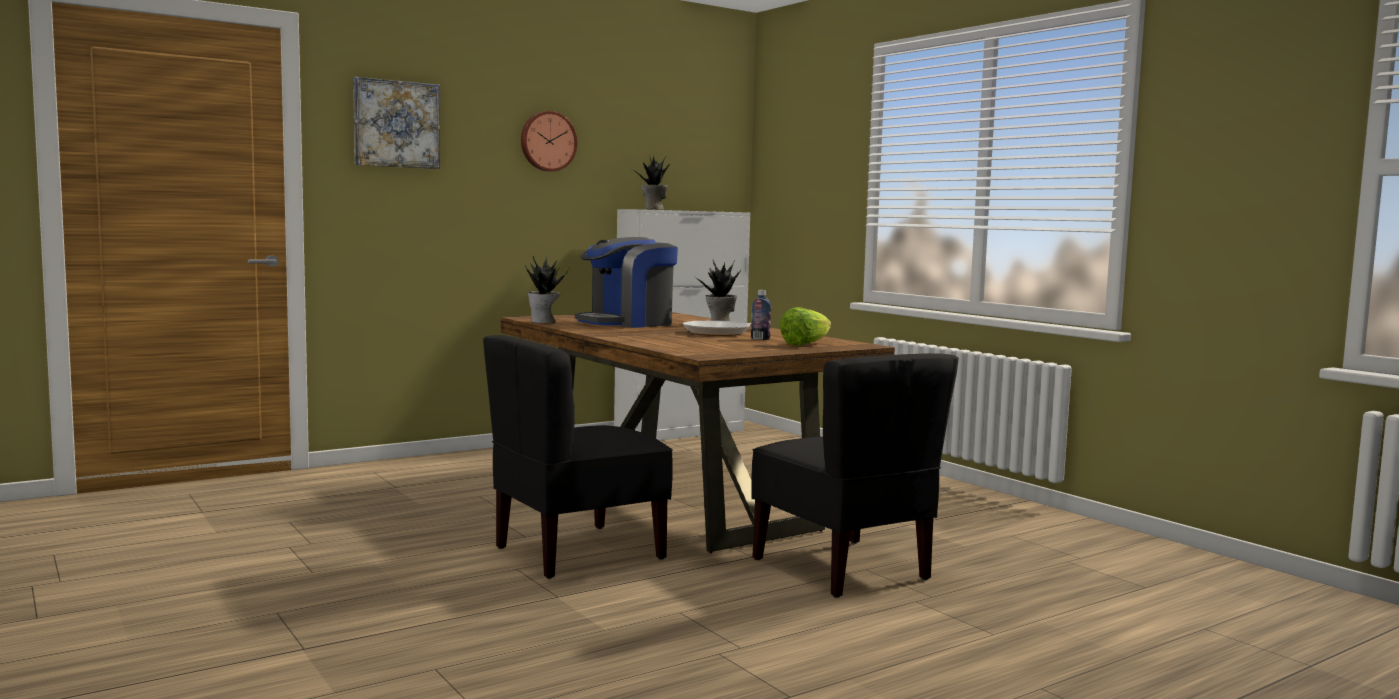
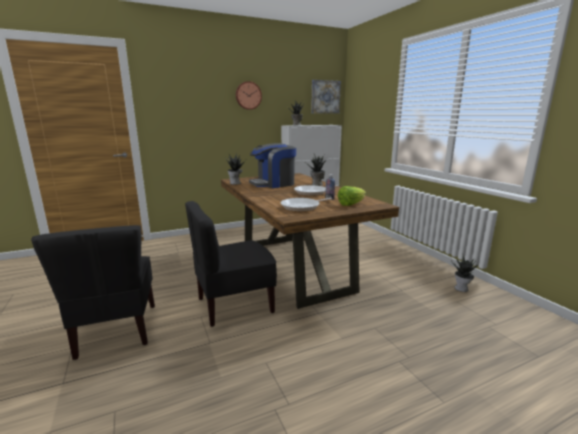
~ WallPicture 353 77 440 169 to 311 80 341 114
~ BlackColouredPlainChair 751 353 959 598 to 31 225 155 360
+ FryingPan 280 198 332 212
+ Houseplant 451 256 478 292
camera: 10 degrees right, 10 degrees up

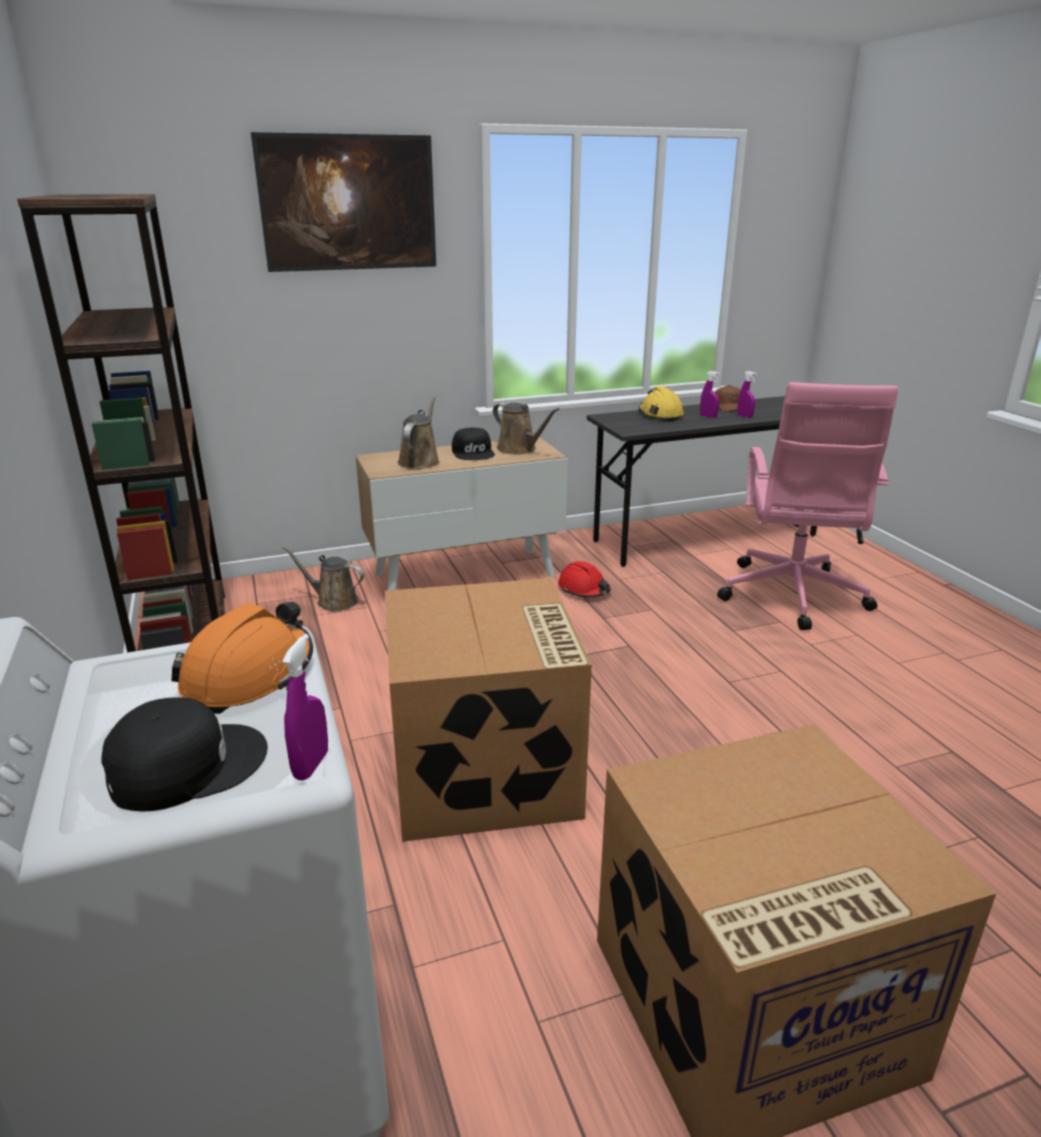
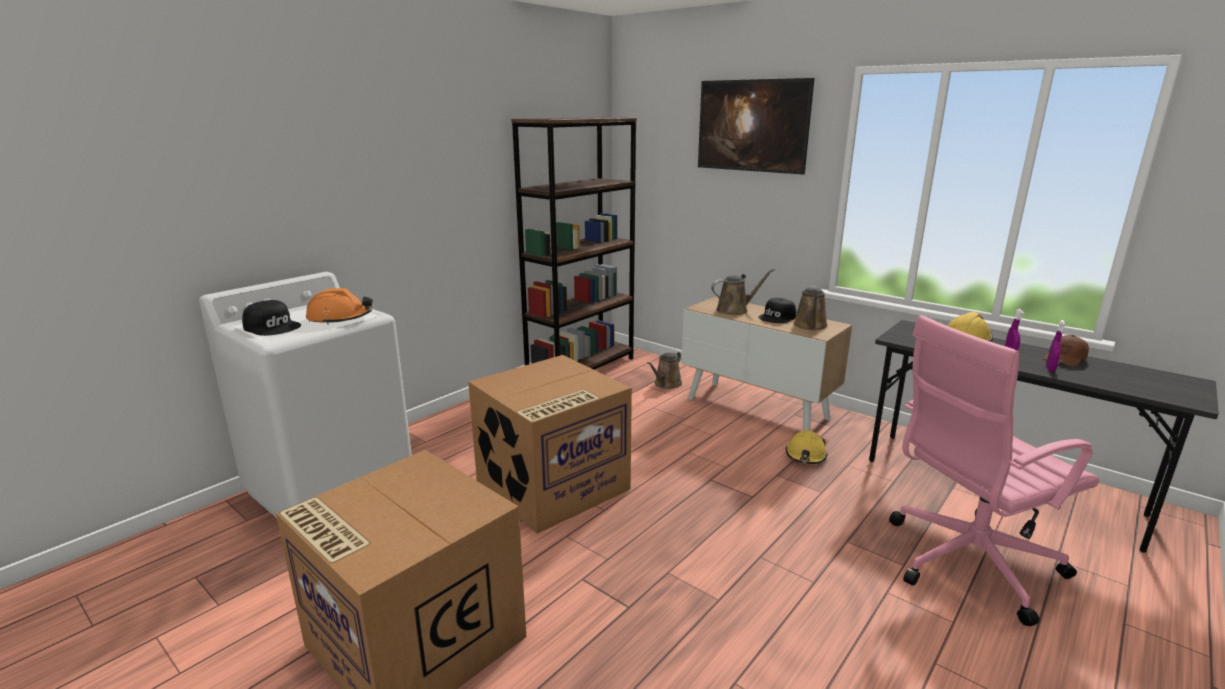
~ BrownColouredWateringCan 282 545 364 611 = 647 351 682 389 135 degrees counterclockwise
- PurpleHandSprayer 282 634 328 781
~ RedColouredSafetyHelmet 558 561 611 597 to YellowSafetyHelmet 786 430 828 464
camera: 60 degrees right, 5 degrees down

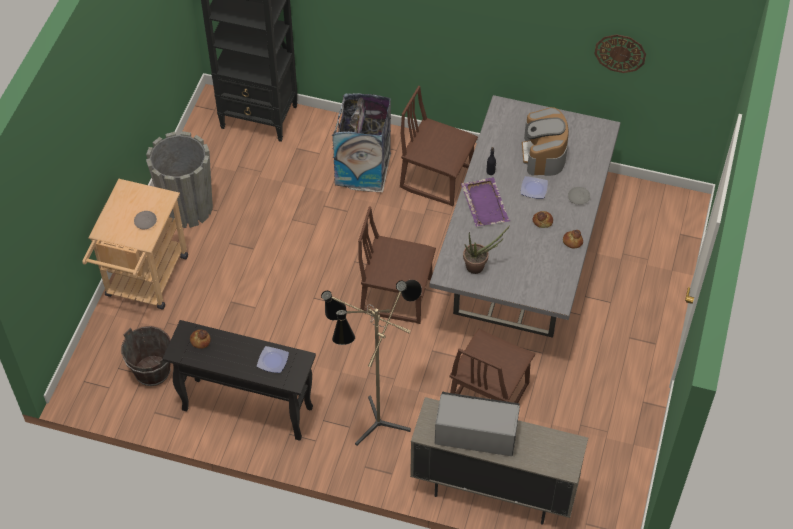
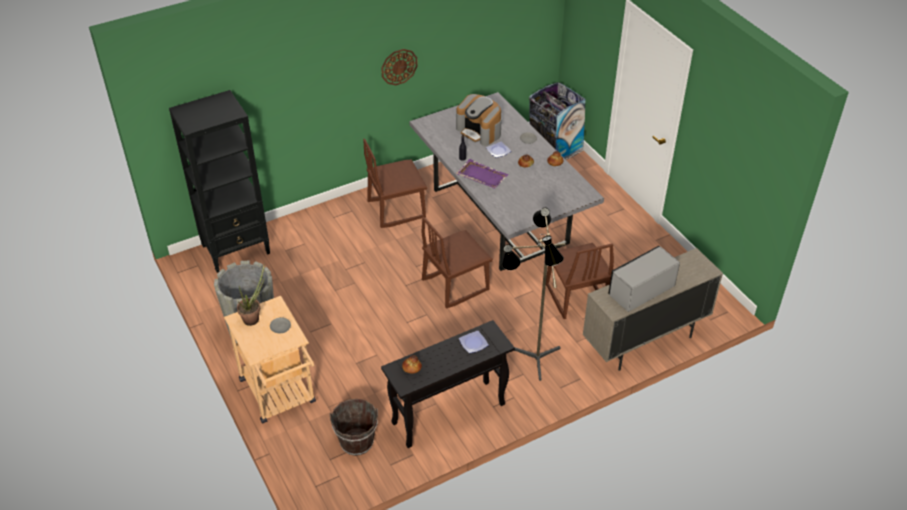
~ WasteBin 332 93 391 192 to 529 82 586 160
~ Houseplant 463 225 510 274 to 237 263 265 326
~ WallClock 595 34 646 73 to 381 49 418 85
camera: 45 degrees left, 10 degrees down

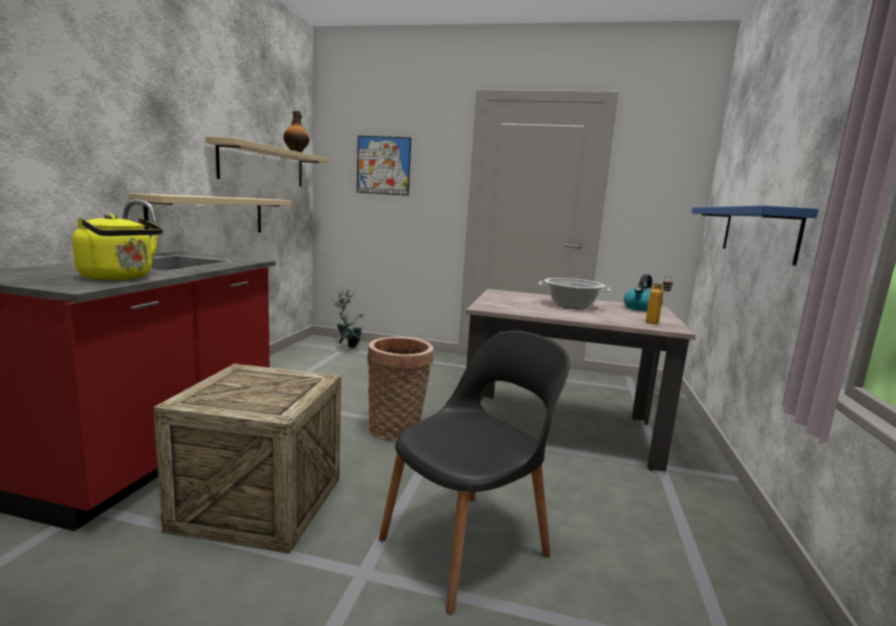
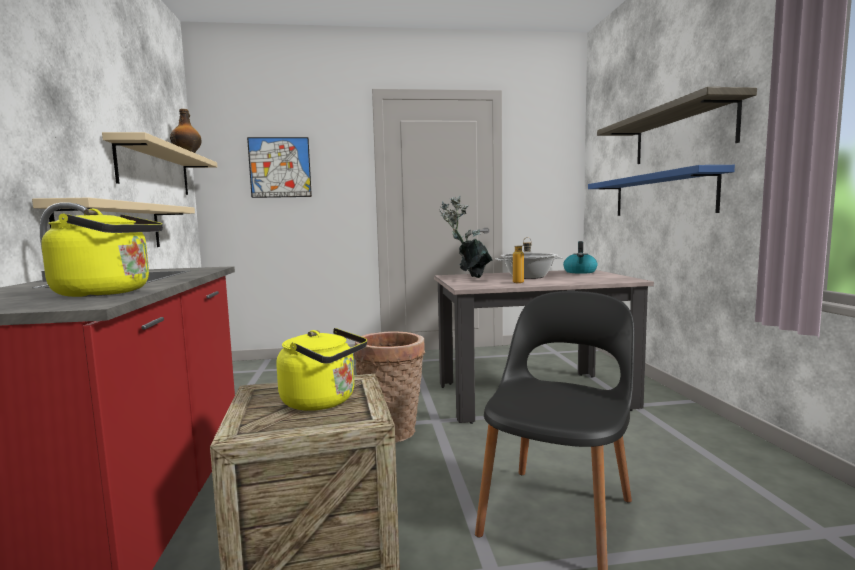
~ Houseplant 332 288 364 349 to 440 196 492 278
~ DrinkBottle 646 276 673 324 to 513 237 532 283
+ YellowKettle 277 328 367 411
+ WallShelf 597 87 757 164
camera: 20 degrees left, 5 degrees down

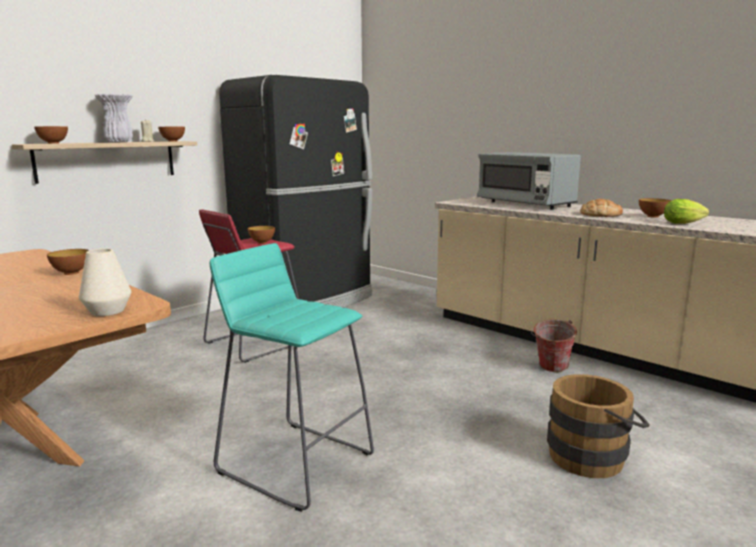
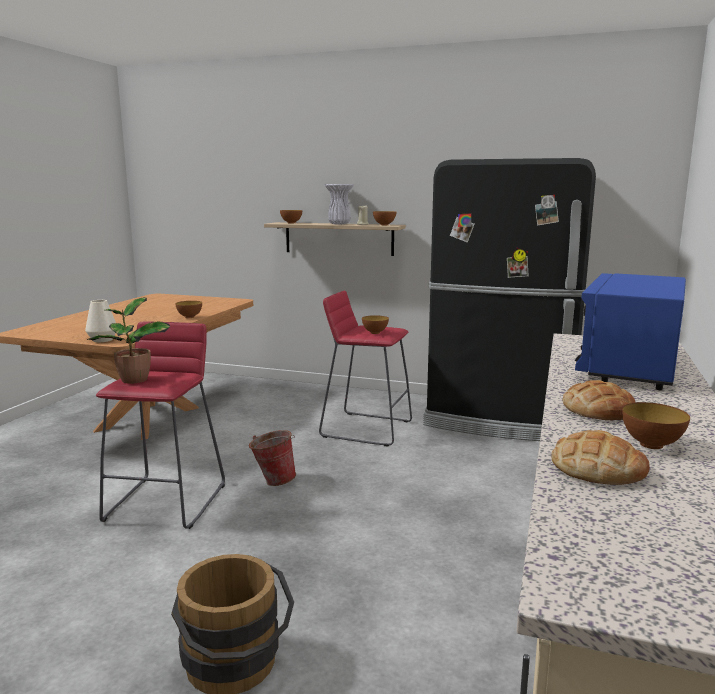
~ TurquoiseStool 210 243 374 512 to RedColouredStool 96 322 225 529
~ GrayMicrowaveOven 477 152 581 210 to BluishMicrowaveOven 575 273 686 390
~ Bucket 531 319 577 372 to 249 430 296 486
~ Lettuce 664 199 709 224 to Bread 551 430 650 485
+ Houseplant 87 297 171 384
camera: 65 degrees right, 0 degrees up

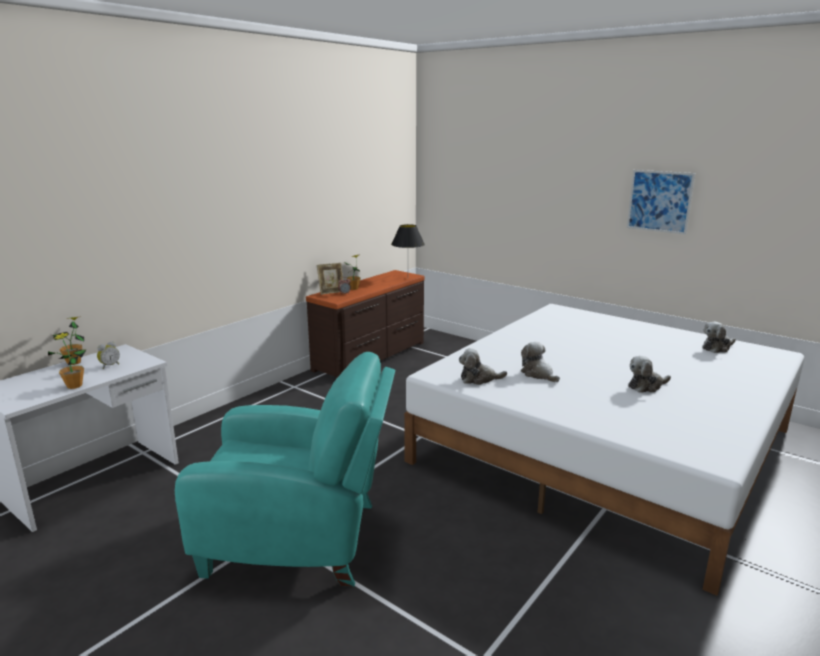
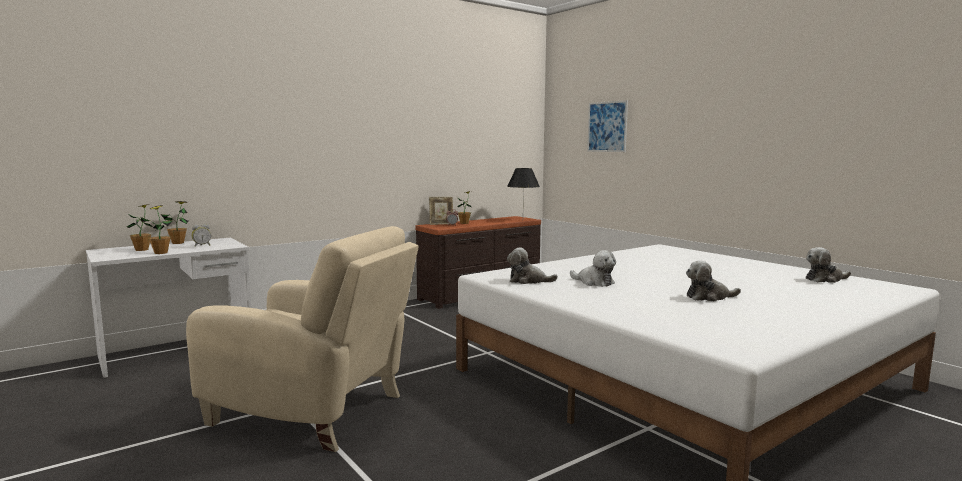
~ TurquoiseEasyChair 175 352 395 587 to BeigeEasyChair 186 226 419 452
~ PlushToy 521 342 560 382 = 570 250 616 287 150 degrees clockwise
~ WallPicture 627 170 695 235 to 587 100 628 152
+ Houseplant 127 204 152 251
camera: 15 degrees right, 10 degrees down

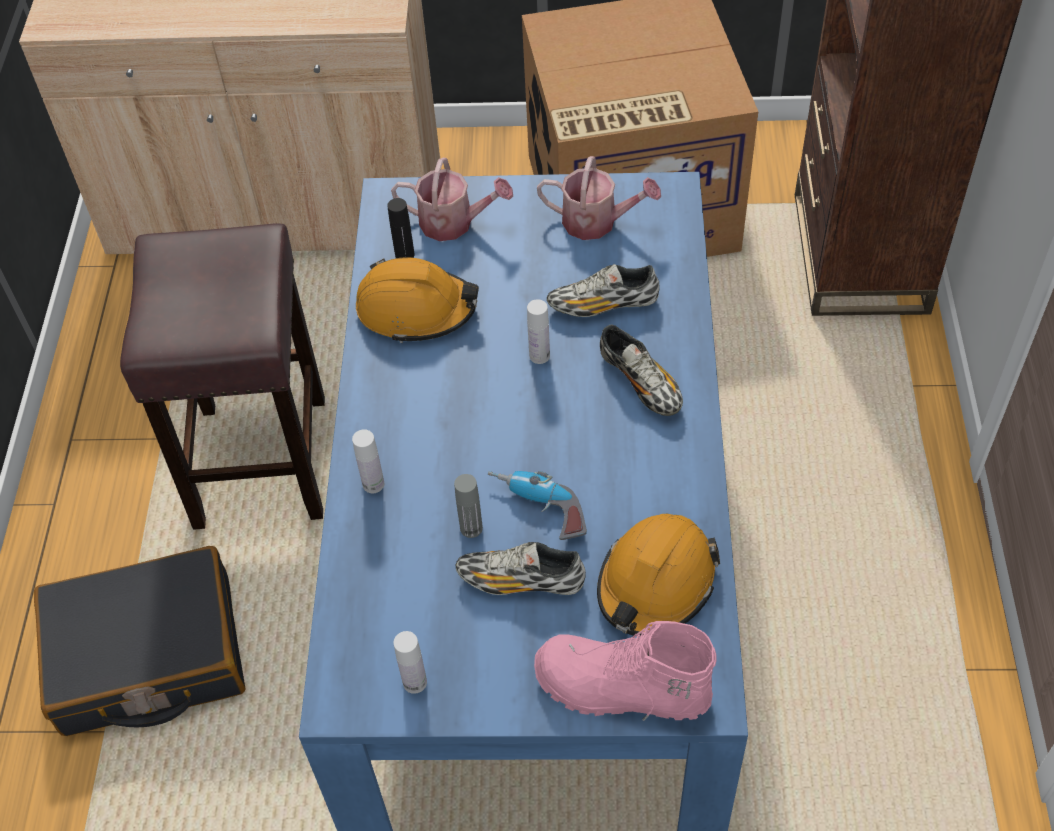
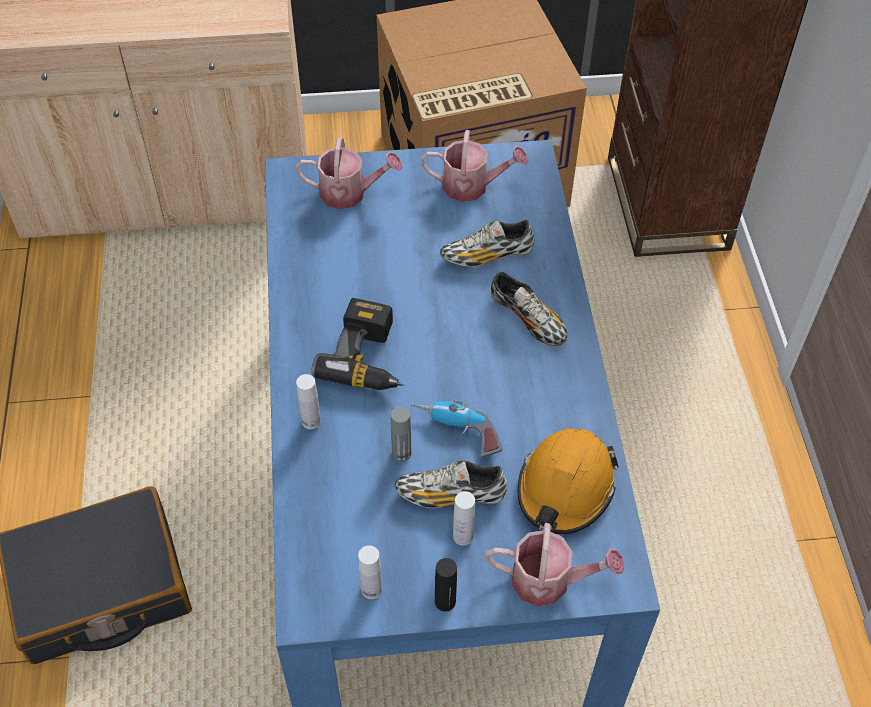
- BrownColouredStool 120 224 325 530
- OrangeSafetyHelmet 356 257 479 343
~ BlackColouredDrinkBottle 387 198 415 258 to 435 558 457 612
~ WhiteColouredDrinkBottle 527 299 550 364 to 453 491 475 546
~ PinkishTallBoot 534 621 717 721 to WateringCan 486 523 625 606
+ Drill 312 298 404 390
camera: 10 degrees left, 0 degrees up

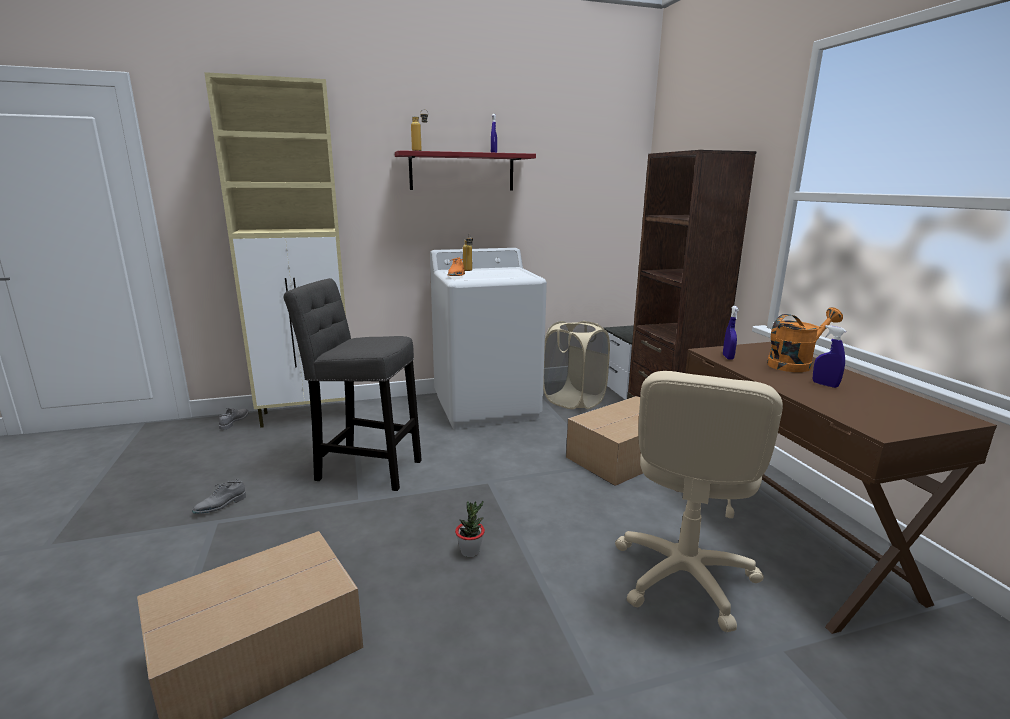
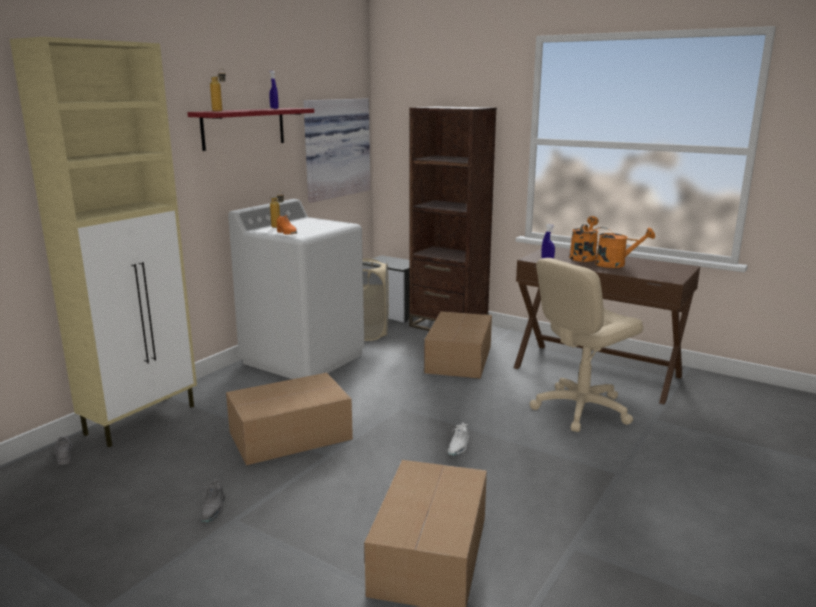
~ GrayStool 284 278 422 491 to CardboardBox 226 373 353 465
~ Houseplant 455 501 485 557 to WhiteColouredItemOfFootwear 448 422 469 456
~ BeigeOfficeChair 615 371 783 632 = 529 258 643 432 75 degrees clockwise
~ BluishHandSprayer 813 325 846 388 to OrangeWateringCan 590 227 655 268
+ WallPicture 304 99 370 203
camera: 40 degrees left, 0 degrees up

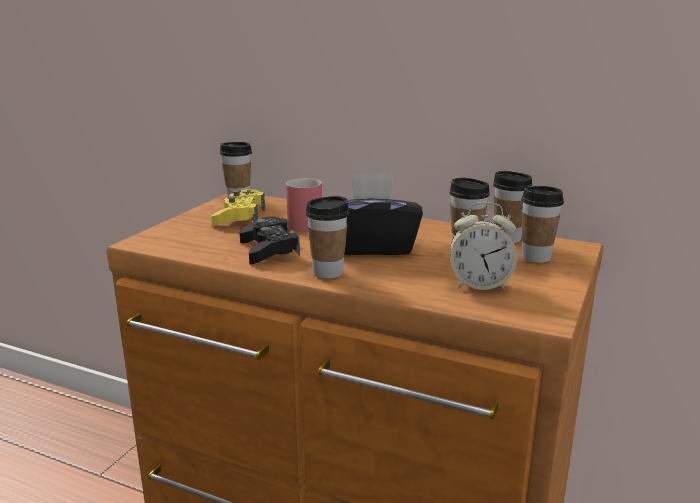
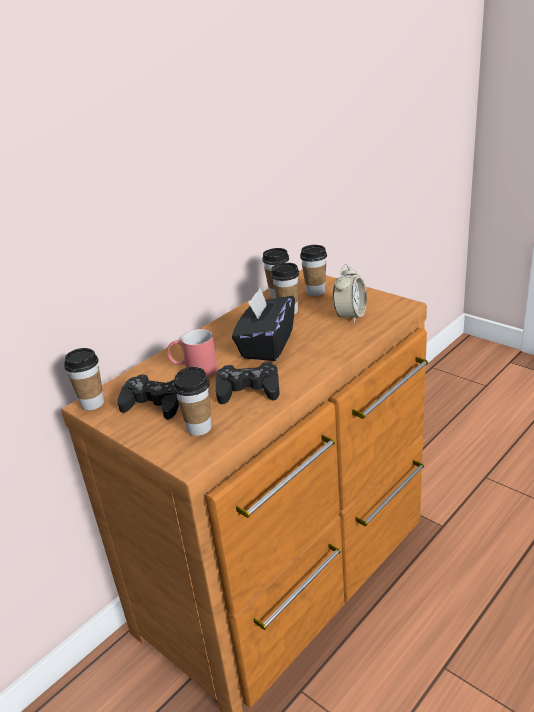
~ YellowJoypad 211 189 265 226 to BlackColouredJoypad 117 374 179 420
~ SmallCup 305 196 349 279 to 173 367 211 436
camera: 70 degrees left, 10 degrees up

